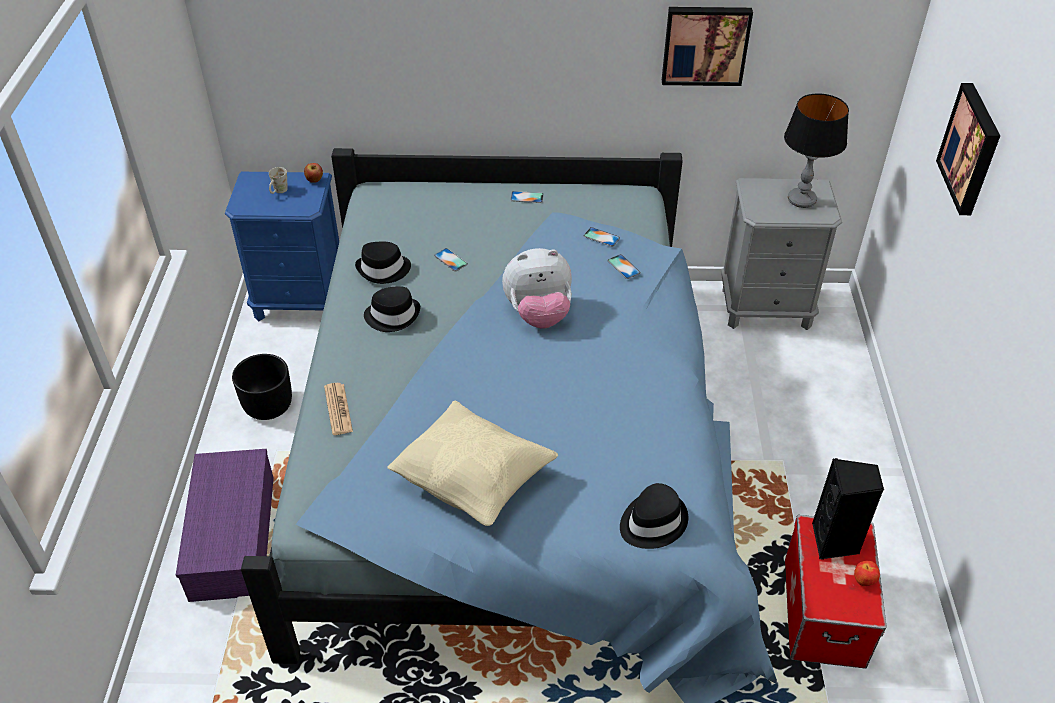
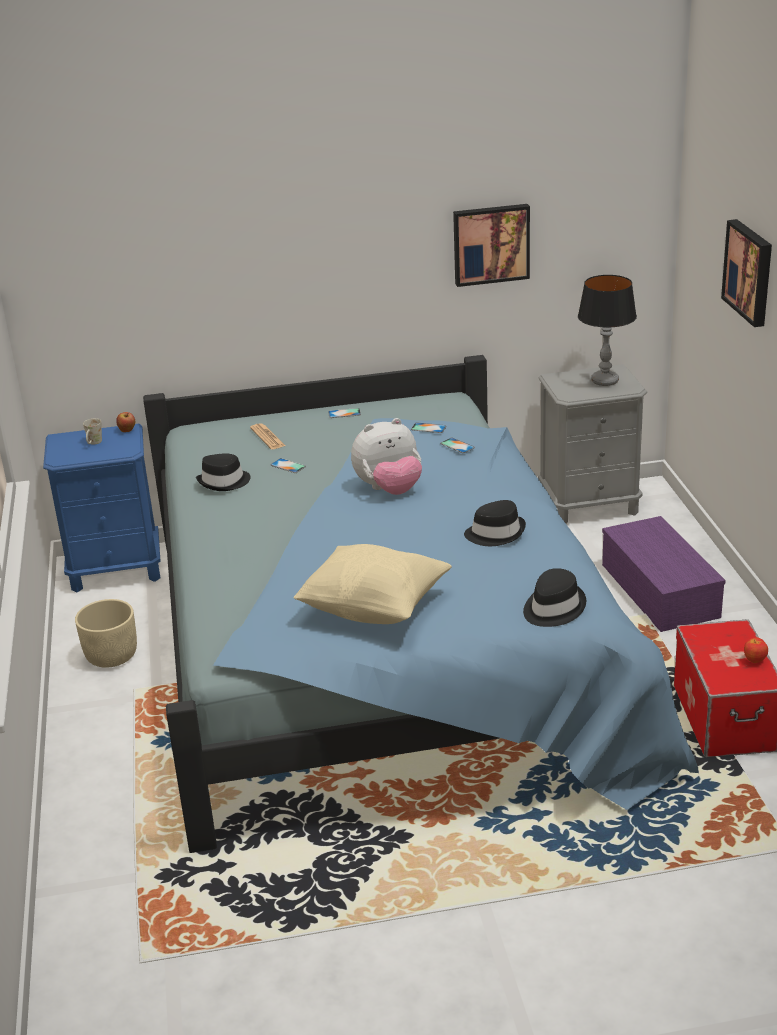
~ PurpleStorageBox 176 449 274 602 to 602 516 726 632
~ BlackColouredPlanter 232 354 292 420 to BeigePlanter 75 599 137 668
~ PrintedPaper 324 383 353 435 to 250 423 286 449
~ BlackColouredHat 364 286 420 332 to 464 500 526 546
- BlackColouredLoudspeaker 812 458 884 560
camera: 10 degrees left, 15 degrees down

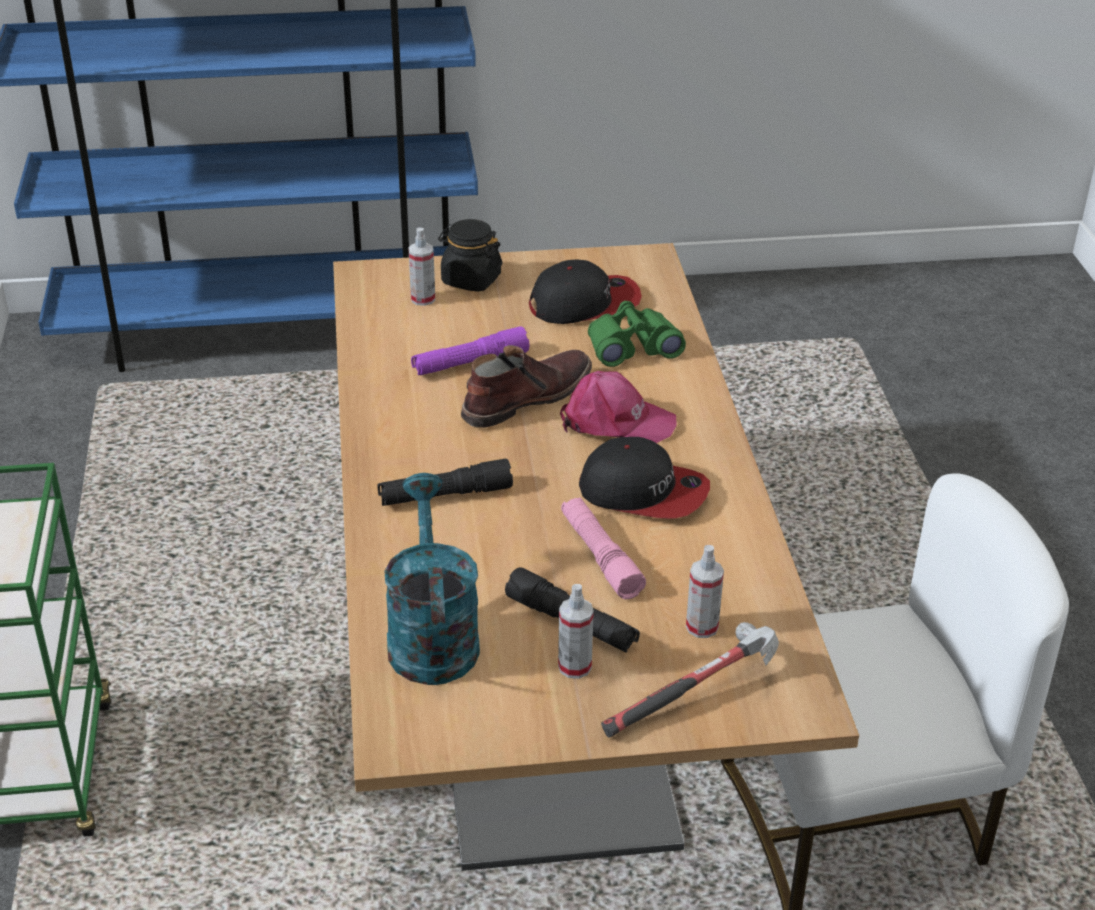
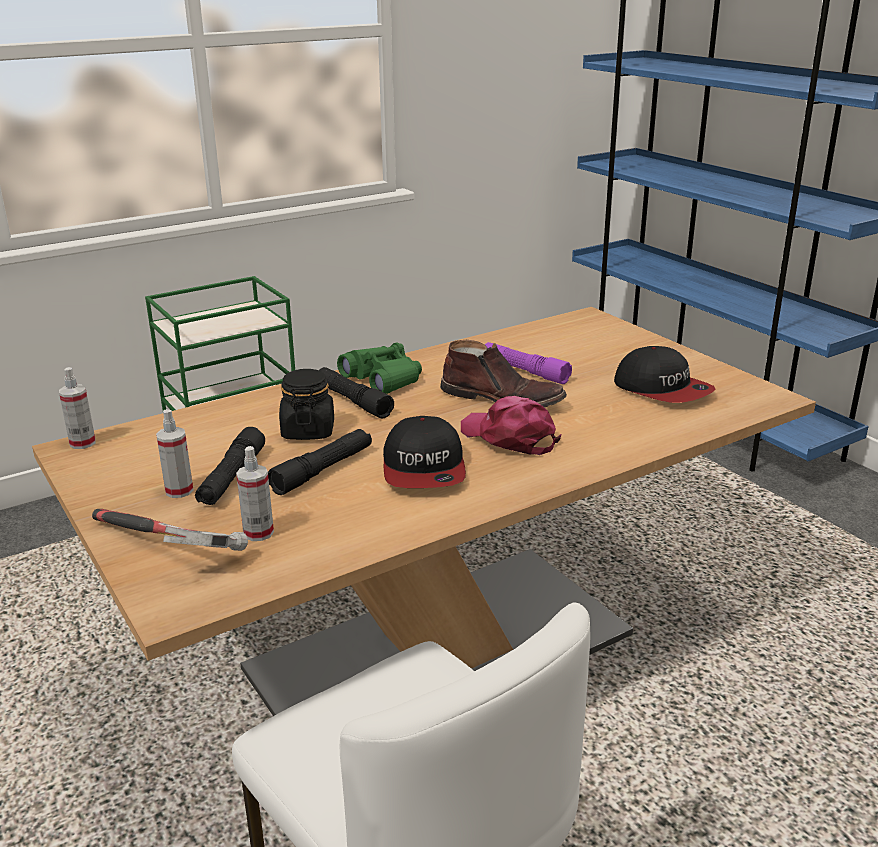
- TurquoiseWateringCan 384 473 480 685
~ HandSprayer 408 228 435 306 to 59 367 96 449
~ BlackColouredPreserveJar 438 219 502 292 to 279 369 334 440
~ PinkishBaseballCap 560 371 677 443 = 461 396 561 455 150 degrees clockwise
~ PinkishTorch 561 497 646 599 to BlackColouredTorch 268 429 372 495
~ GreenishBinoculars 588 301 686 367 to 337 342 422 394
camera: 65 degrees right, 10 degrees down

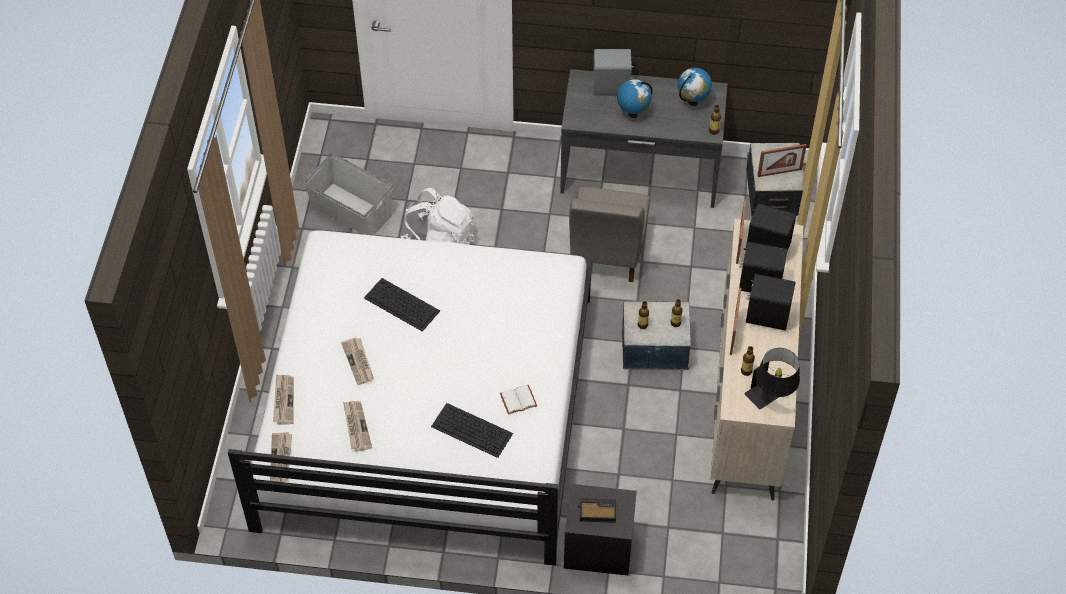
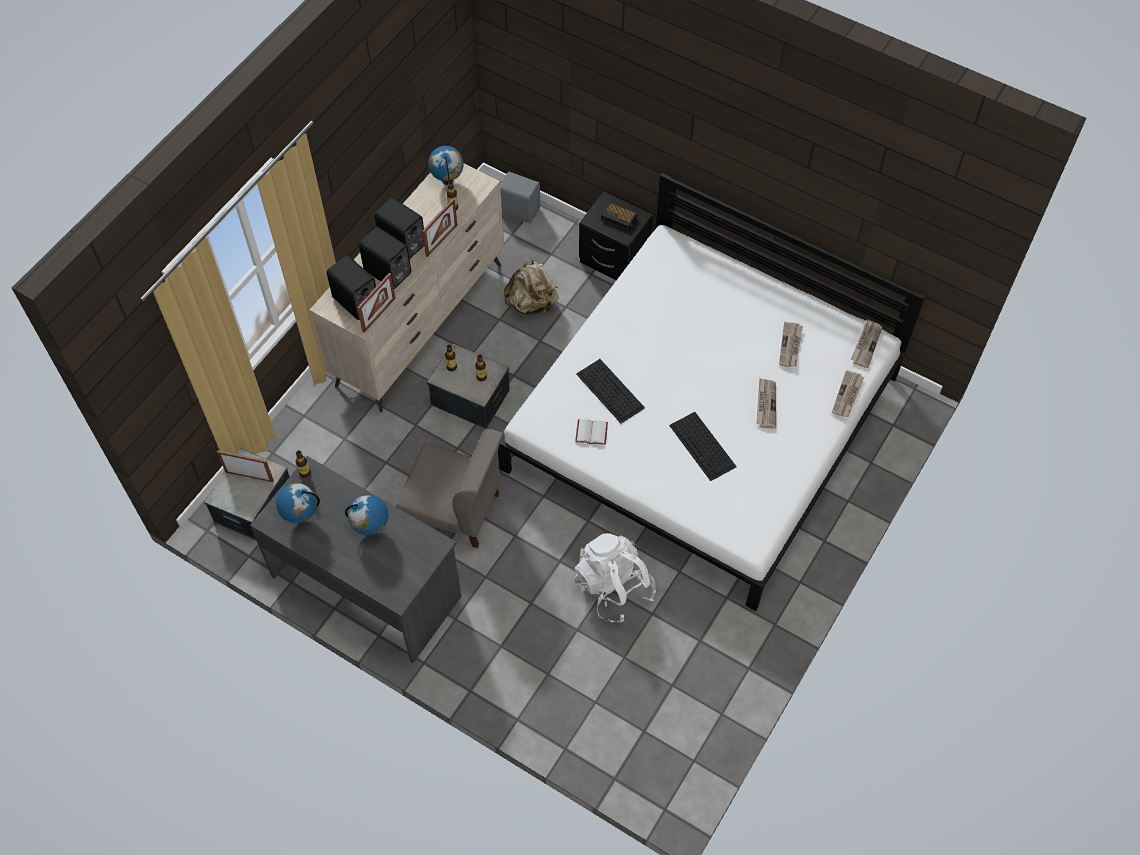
- GrayStorageBox 304 153 393 236
~ Keyboard 431 403 513 458 to 576 359 645 424
~ WhiteColouredBook 500 385 537 415 to 575 419 608 445
~ GrayPlainChair 569 187 650 282 = 396 429 503 548 75 degrees clockwise
~ GrayLoudspeaker 593 49 634 95 to 500 172 540 223
~ BlackColouredTableLamp 744 348 800 410 to Globe 428 146 464 185
+ BeigeBackpack 504 258 559 314
camera: 155 degrees left, 5 degrees up

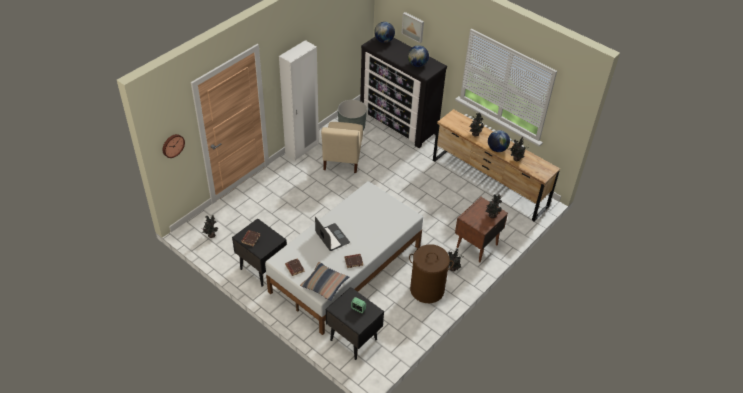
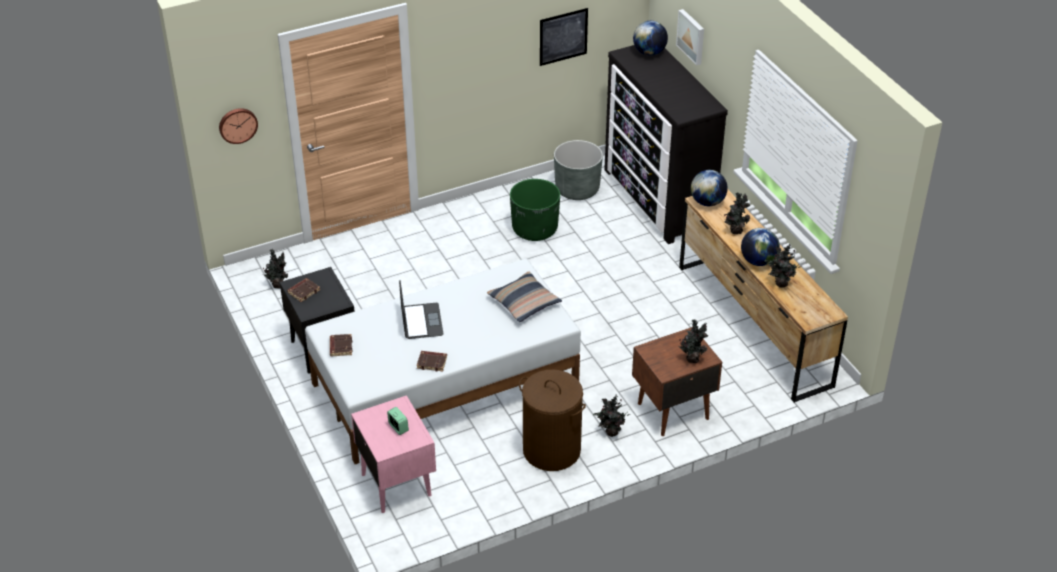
- WhiteColouredClothesCupboard 279 40 319 161
~ ThrowPillow 300 262 349 301 to 487 272 562 322
~ BeigePlainChair 321 122 363 173 to GreenishPlanter 510 179 560 241
~ BlackColouredNightTable 326 287 384 360 to PinkishNightTable 351 395 436 513
~ Globe 408 45 429 67 to 691 170 728 206
+ WallPicture 540 8 588 66
camera: 25 degrees right, 5 degrees down

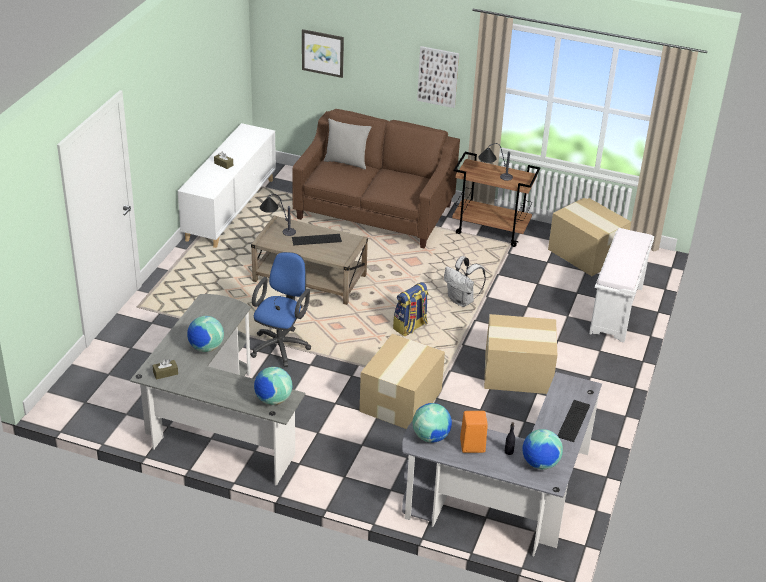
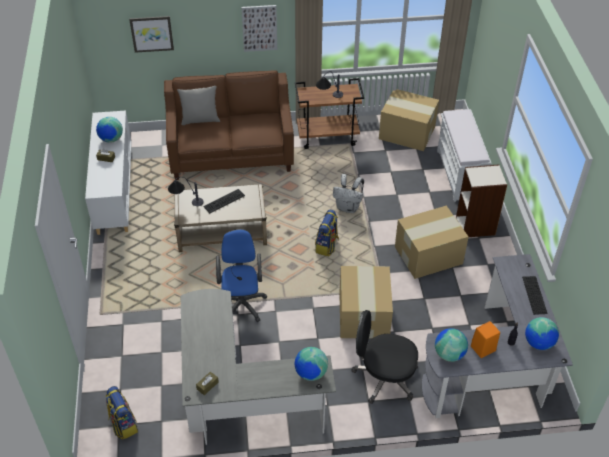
~ Globe 187 316 224 352 to 96 117 123 143
+ Backpack 106 386 138 440
+ BlackColouredOfficeChair 351 310 418 404
+ Bookcase 456 164 507 237
camera: 25 degrees left, 10 degrees up

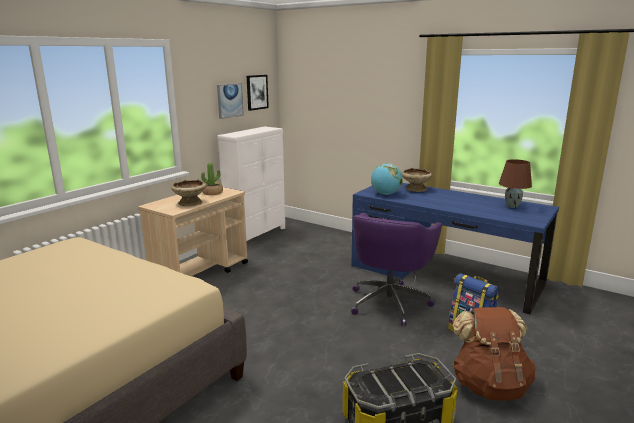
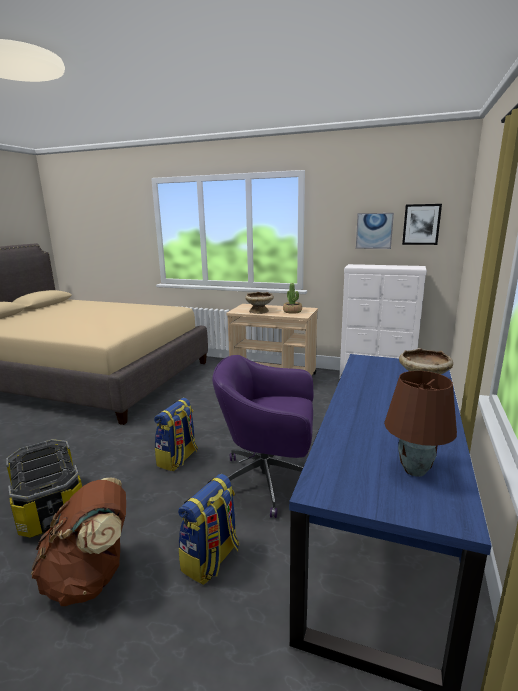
- Globe 371 163 403 195
+ Backpack 154 398 198 471
camera: 75 degrees right, 0 degrees up

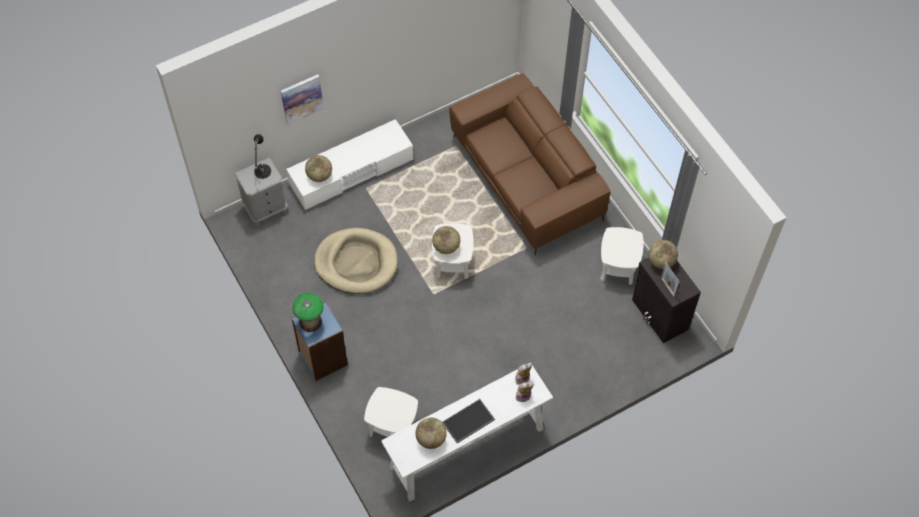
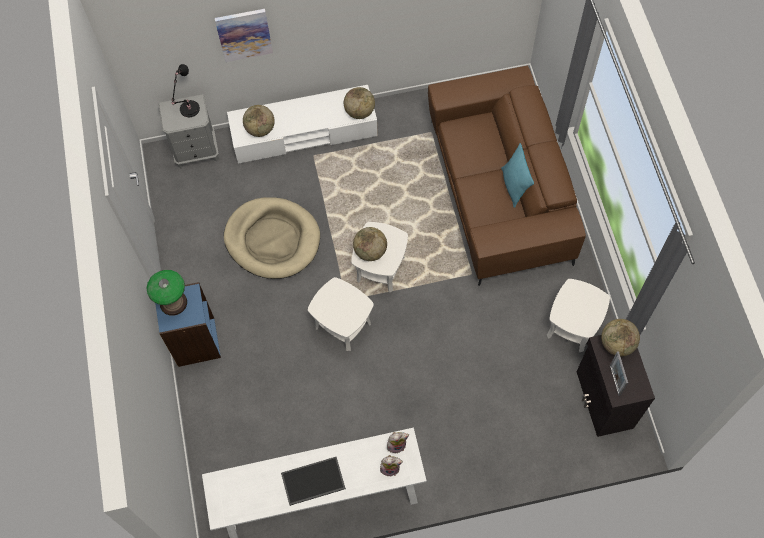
~ WhiteColouredAccentTable 364 387 418 437 to 308 277 374 351
~ Globe 415 418 447 449 to 344 87 375 119
+ TurquoiseThrowPillow 501 143 534 208
camera: 20 degrees right, 5 degrees up

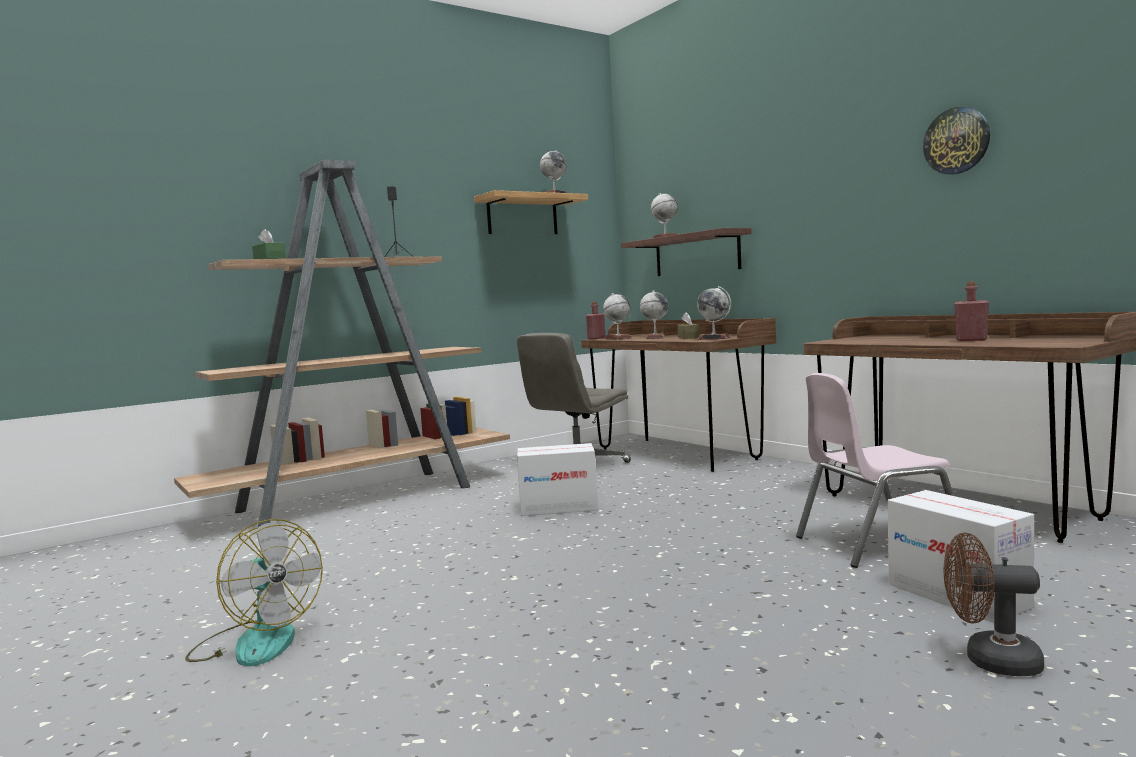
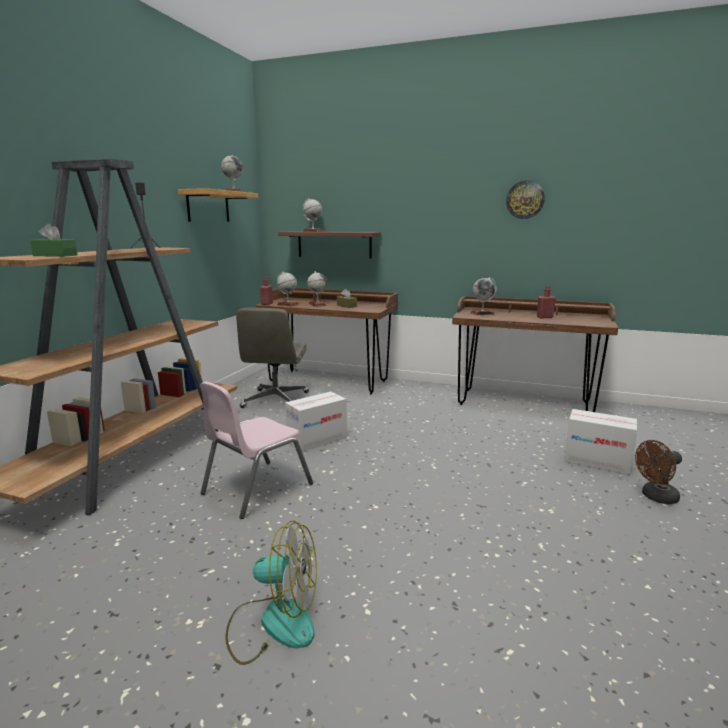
~ Globe 697 286 731 340 to 470 277 497 315
~ PinkishPlainChair 796 373 954 568 to 200 382 313 519
camera: 35 degrees left, 10 degrees up

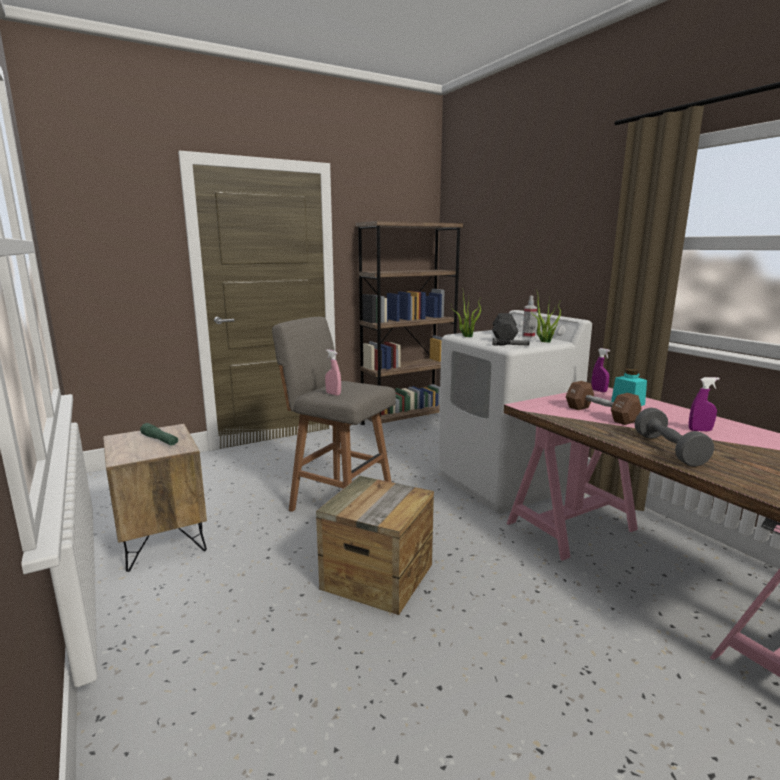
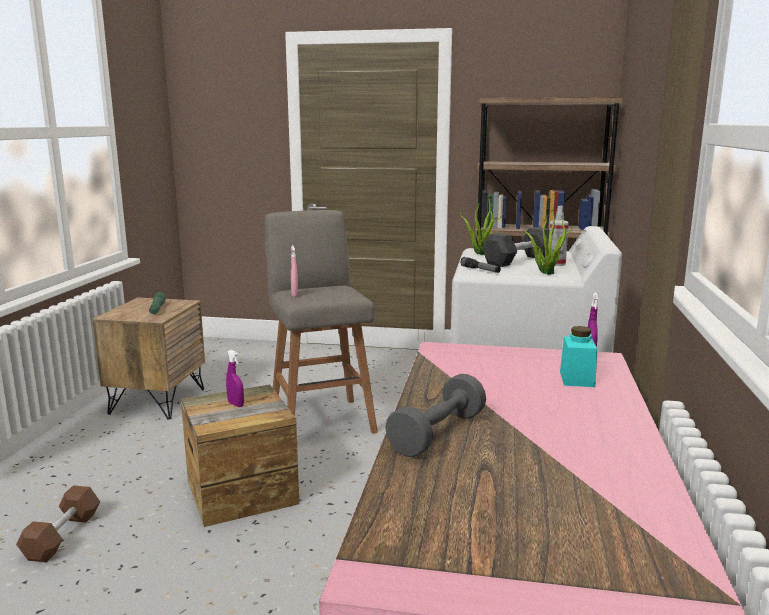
~ BrownColouredFreeWeight 566 381 642 425 to 16 486 100 562
~ PurpleHandSprayer 689 377 720 431 to 226 350 244 407
camera: 40 degrees right, 0 degrees up

